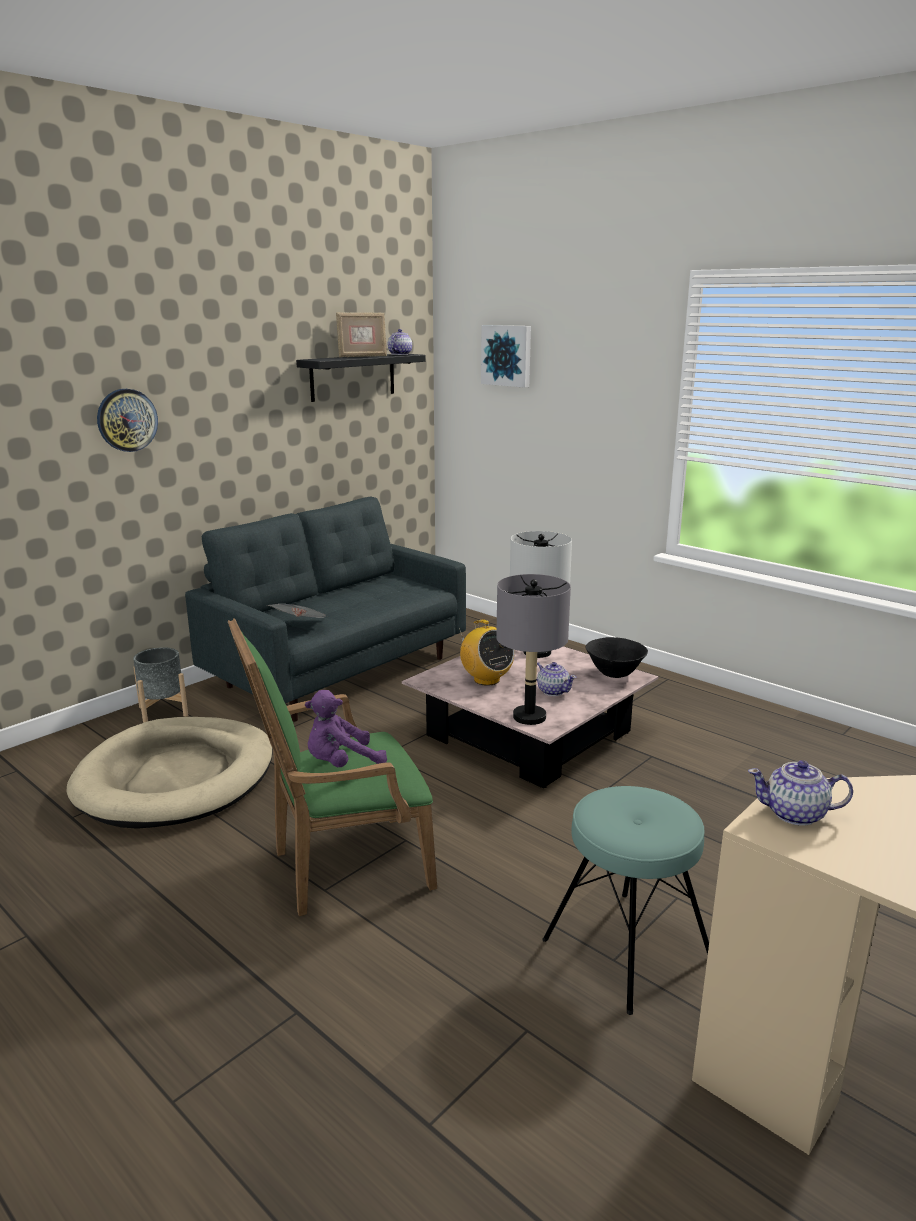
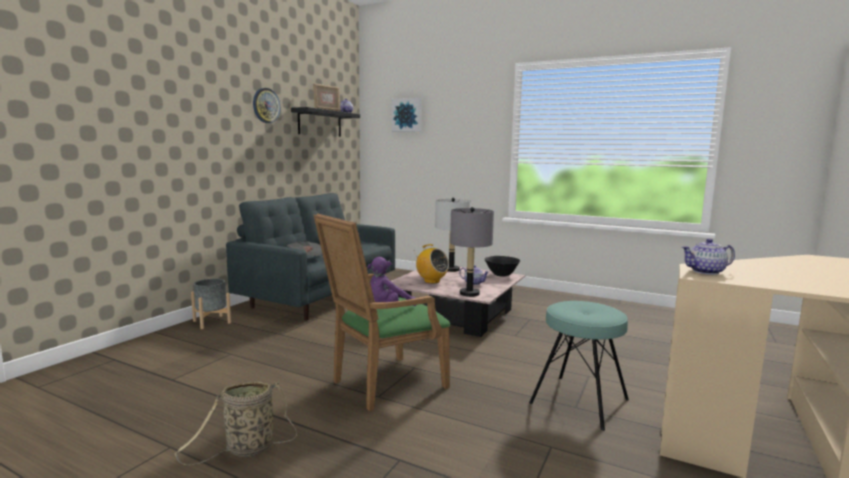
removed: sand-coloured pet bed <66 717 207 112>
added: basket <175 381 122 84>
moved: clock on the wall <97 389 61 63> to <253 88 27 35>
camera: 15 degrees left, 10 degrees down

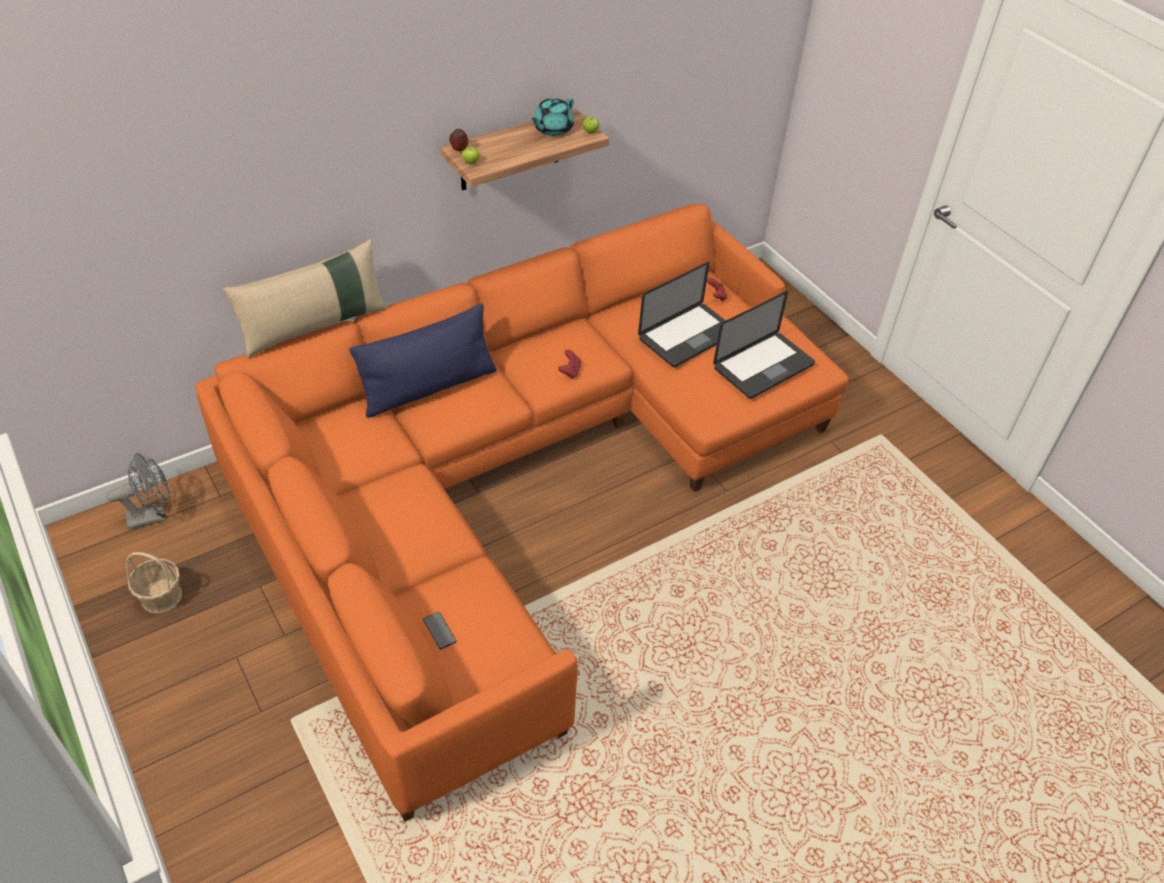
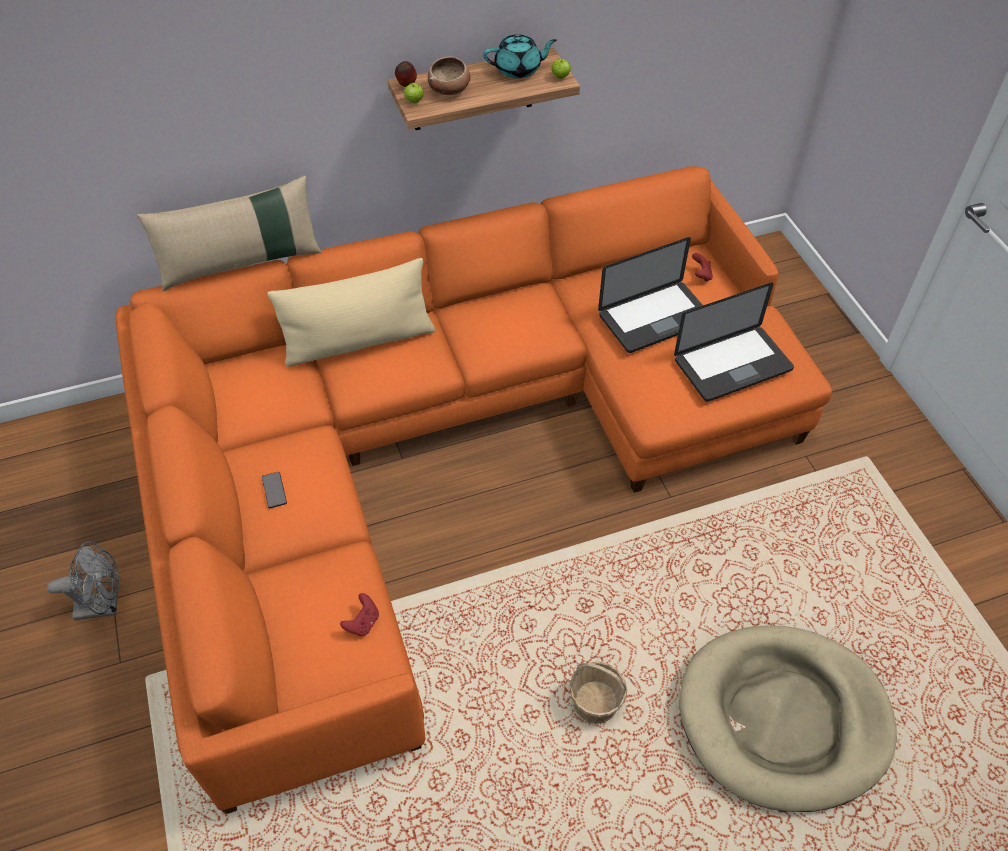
added: bowl <428 56 42 39>; sand-coloured pet bed <679 626 218 186>
moved: gray fan <106 453 63 77> to <47 541 72 79>; basket <126 552 56 61> to <569 661 58 63>; phone <423 612 34 37> to <262 472 25 36>; red game controller <558 350 23 28> to <340 593 39 43>
recoloured: bluish pillow <349 303 147 115> to sand-coloured pillow <267 258 168 109>
turned: blue-green tea pot <531 98 43 38> = <483 35 74 43> 150 degrees counterclockwise
camera: 15 degrees right, 5 degrees up

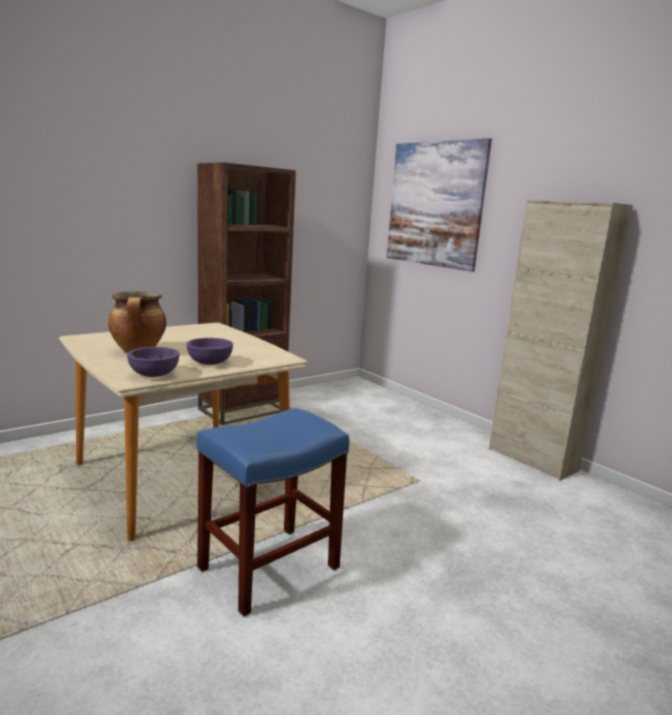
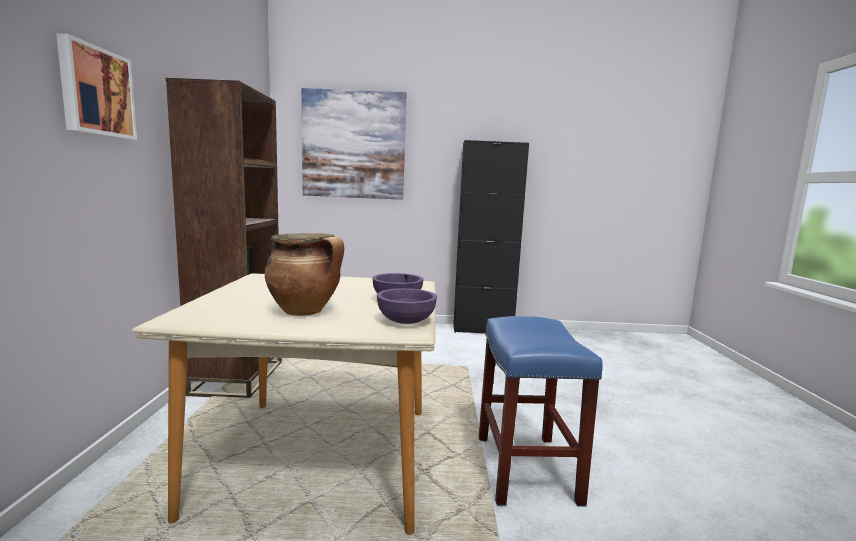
added: wall art <56 33 81 107>
recoloured: sand-coloured storage cabinet <489 199 144 282> to black storage cabinet <453 140 76 193>
camera: 50 degrees left, 5 degrees down

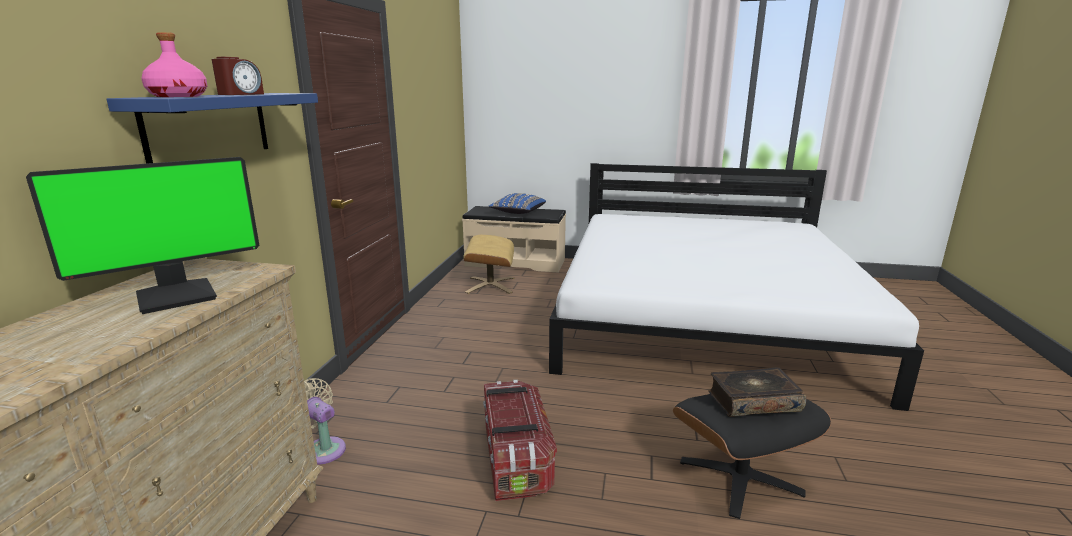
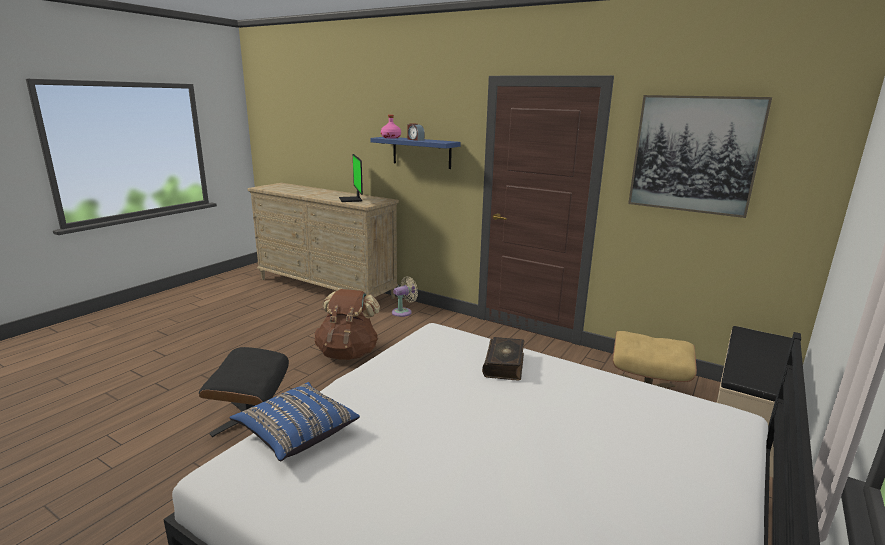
added: wall art <628 95 144 123>
moved: bluish pillow <489 193 57 21> to <229 382 131 80>; volume <708 367 98 50> to <482 337 42 44>
replaced: storage container <483 380 74 121> to brown knapsack <315 289 65 71>
camera: 110 degrees right, 0 degrees up

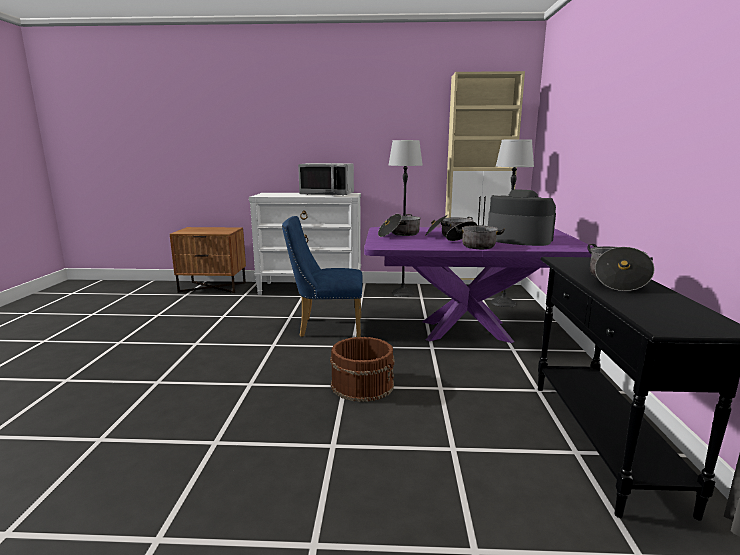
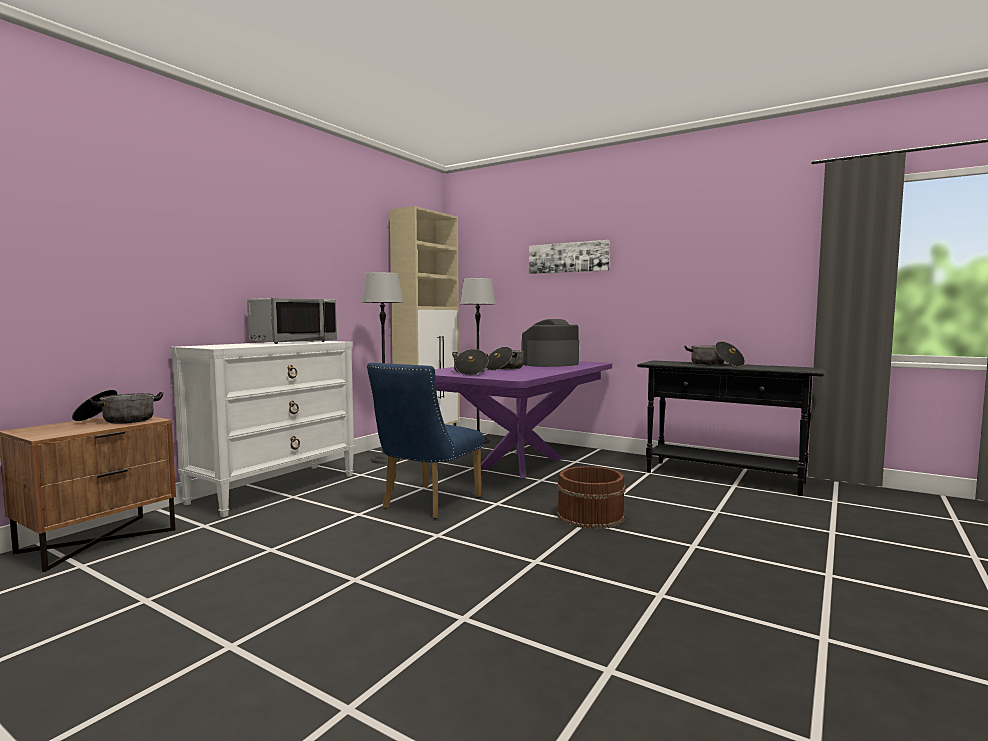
added: wall art <529 240 81 34>
moved: cooking pot <446 221 59 28> to <72 390 91 34>
camera: 60 degrees left, 10 degrees down

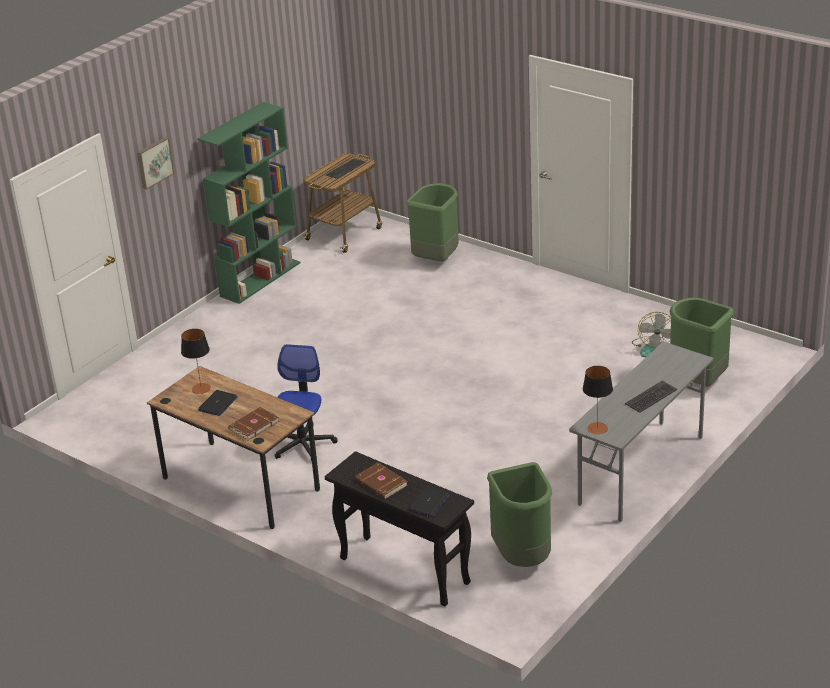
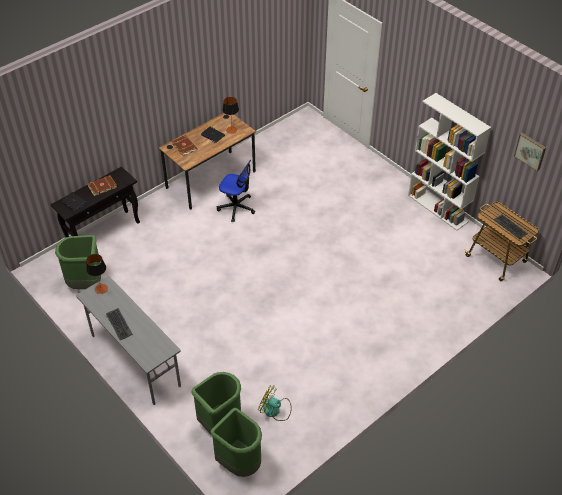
moved: wall art <137 137 37 53> to <514 133 32 38>; green-coloured waste bin <406 183 53 79> to <210 408 52 69>
recoloured: green-coloured shelving unit <197 102 103 202> to white shelving unit <408 93 83 138>
camera: 100 degrees right, 15 degrees up

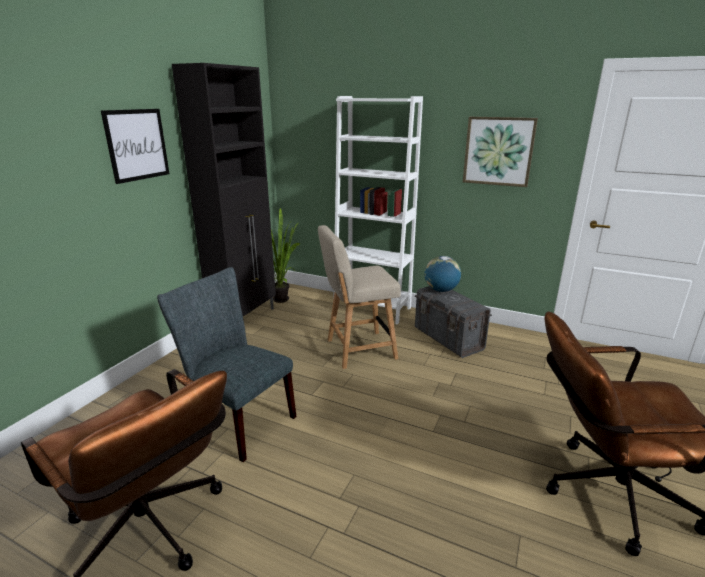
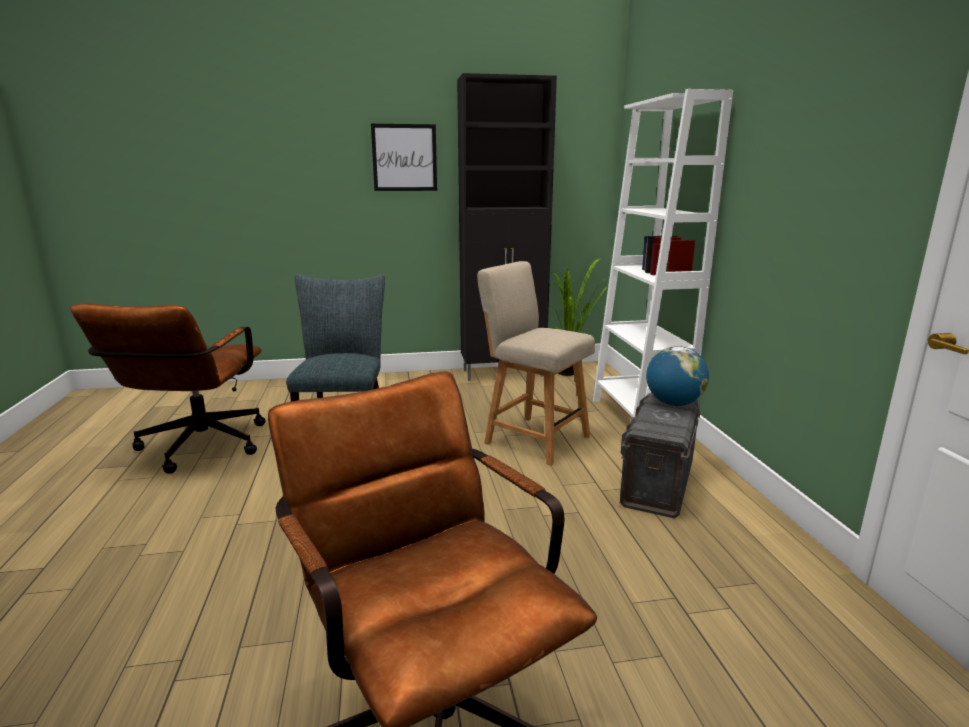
removed: wall art <463 117 75 70>
camera: 55 degrees right, 5 degrees down

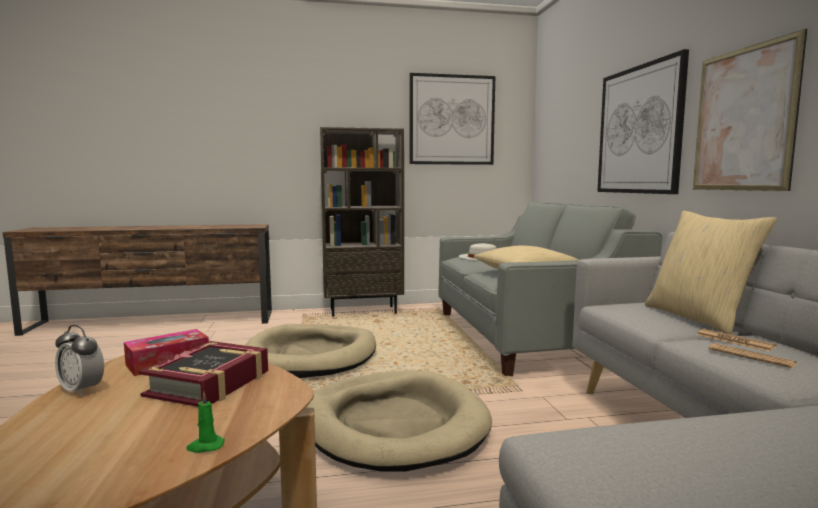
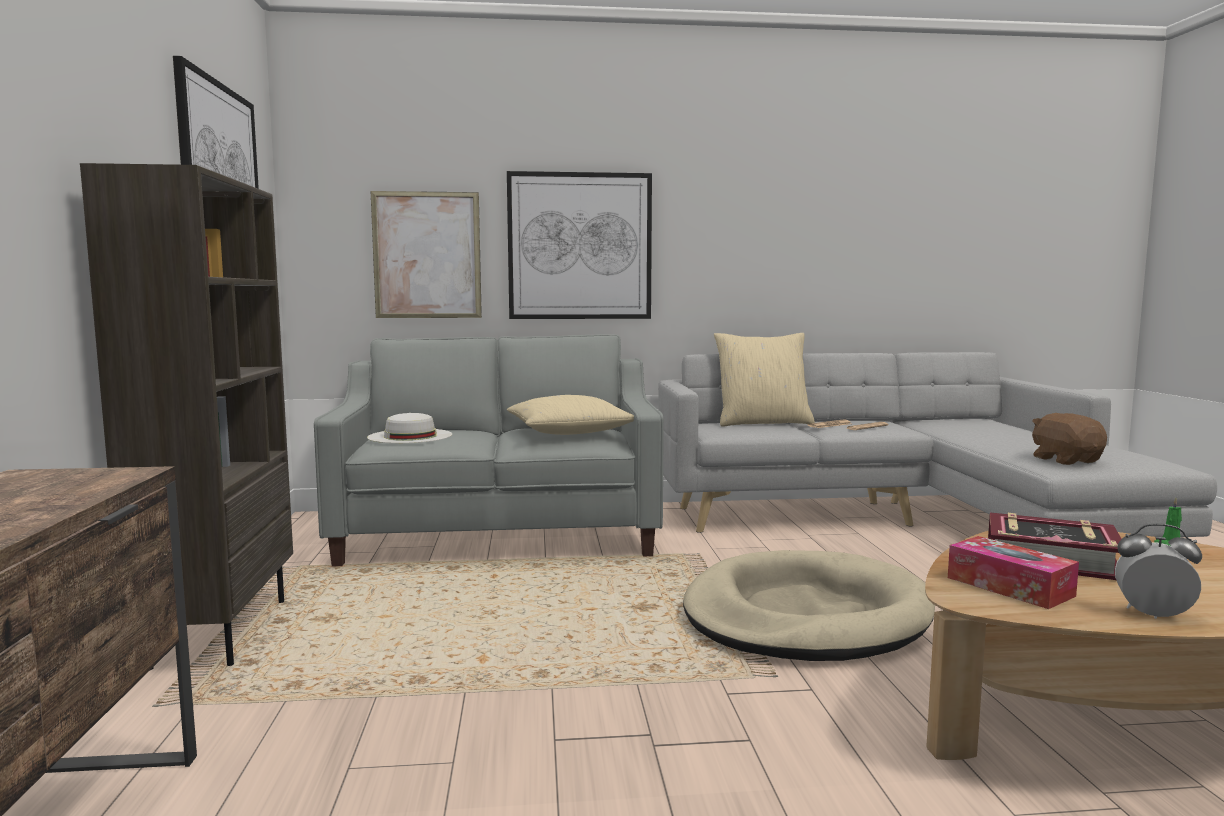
removed: sand-coloured pet bed <245 324 131 54>
added: brown plush toy <1032 413 75 52>
moved: wall art <693 29 114 162> to <371 191 111 127>
turned: bedside clock <55 325 49 71> = <1115 524 87 95> 105 degrees counterclockwise
camera: 85 degrees left, 0 degrees up

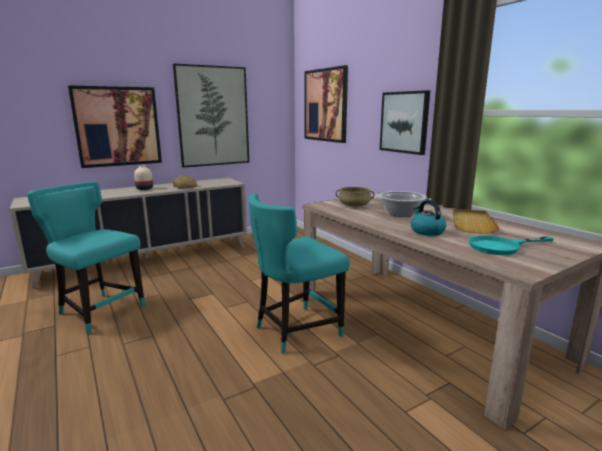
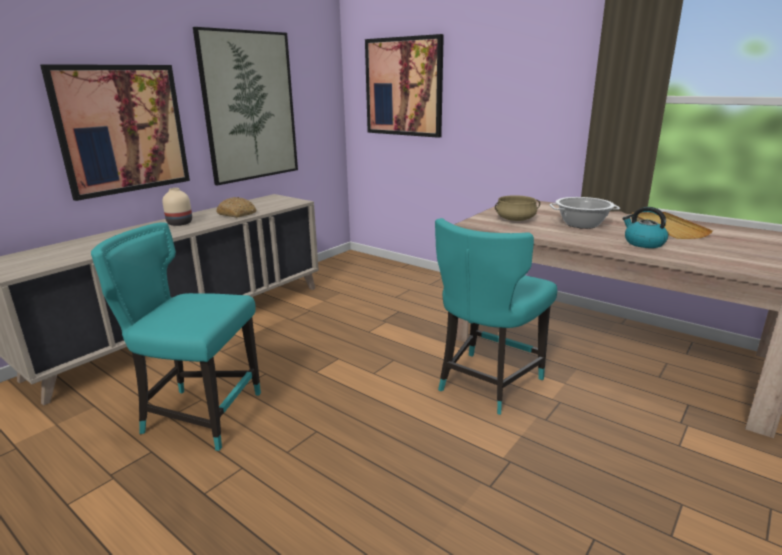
removed: wall art <380 90 50 65>; blue-green skillet <468 235 86 20>
camera: 20 degrees left, 5 degrees up

